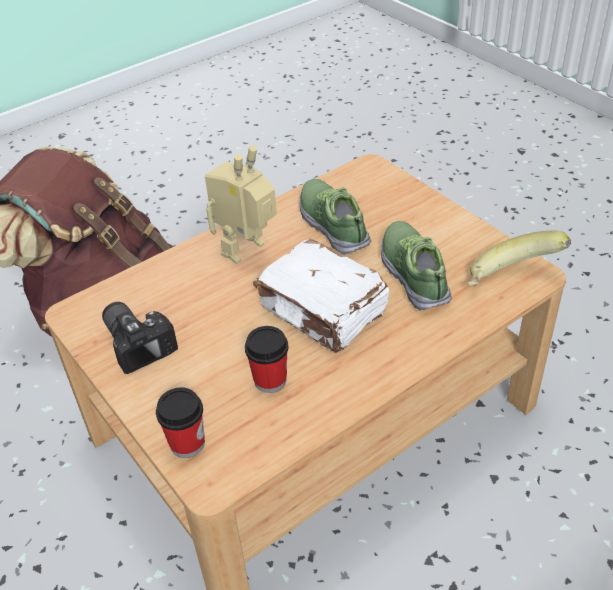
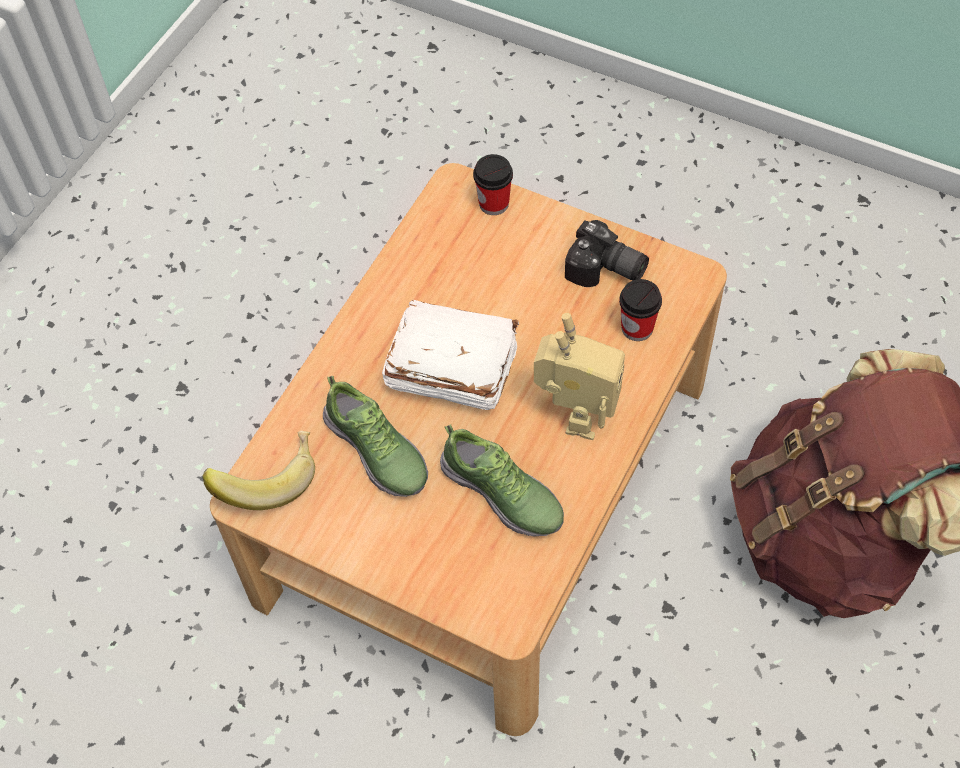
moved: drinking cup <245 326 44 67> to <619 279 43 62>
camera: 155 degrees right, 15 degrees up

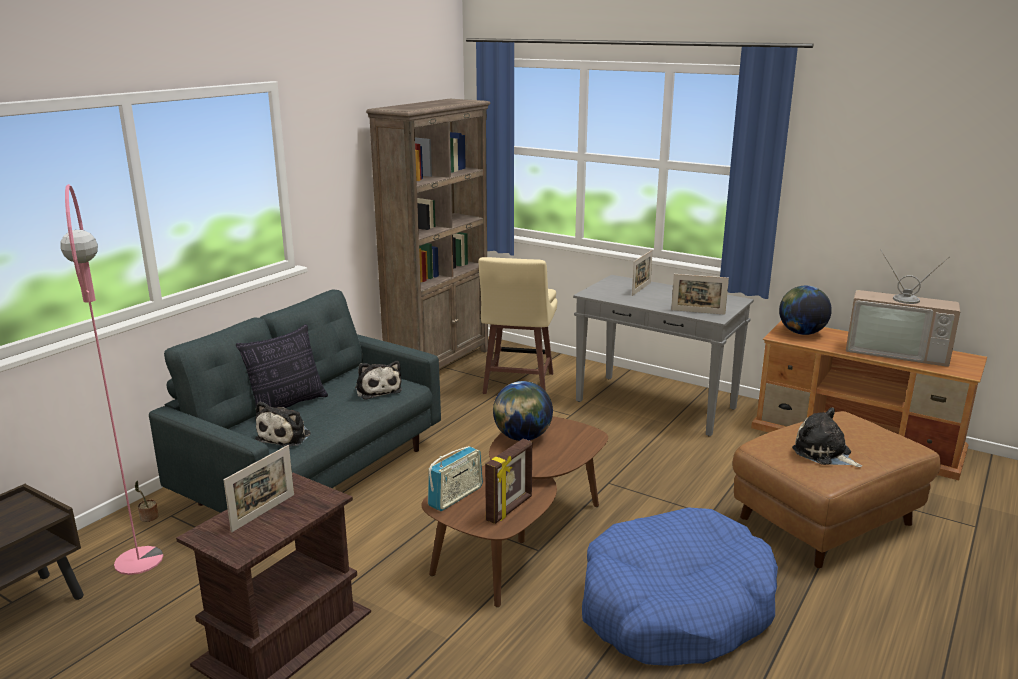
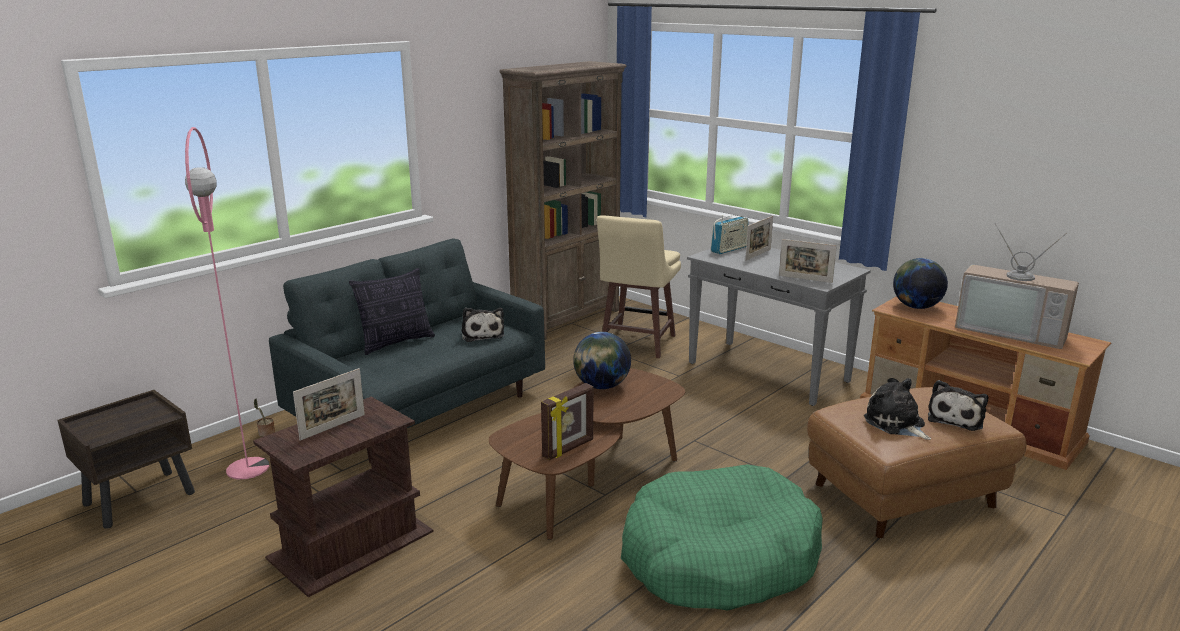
moved: plush toy <255 401 56 46> to <928 380 60 51>; radio <428 446 55 65> to <711 215 37 39>
recoloured: bluish pet bed <582 507 196 159> to green-coloured pet bed <621 464 202 146>
camera: 10 degrees right, 0 degrees up

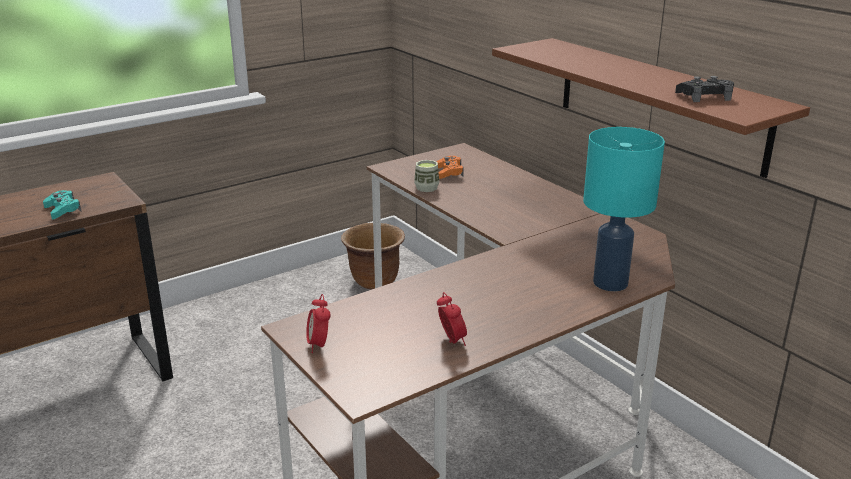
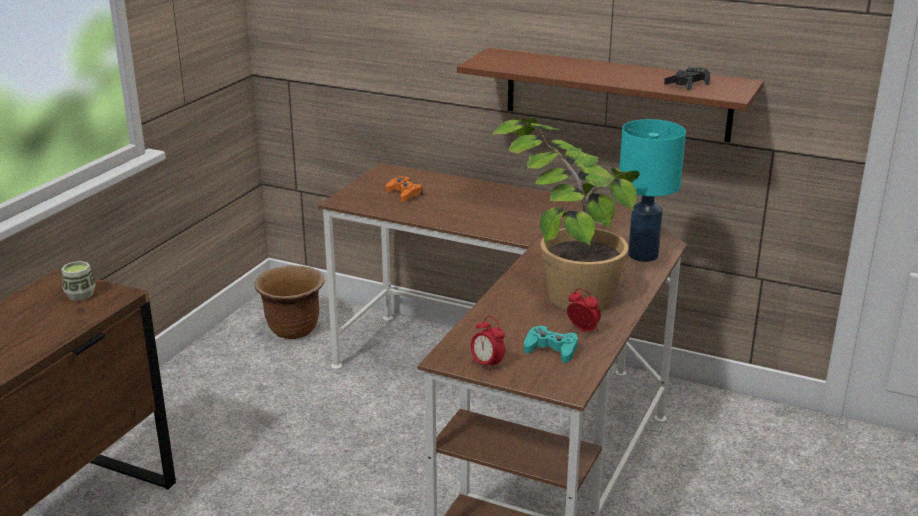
added: potted plant <489 117 151 194>
moved: blue-green game controller <43 190 39 30> to <524 325 54 38>; drinking cup <414 160 25 32> to <61 261 35 40>
camera: 30 degrees left, 0 degrees up

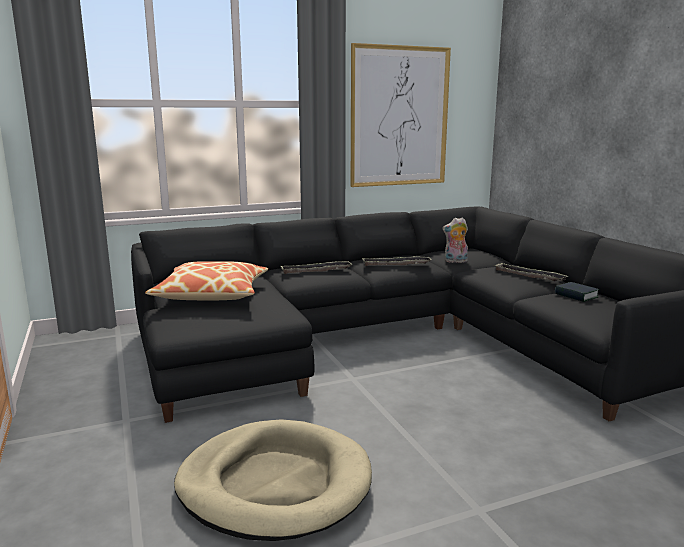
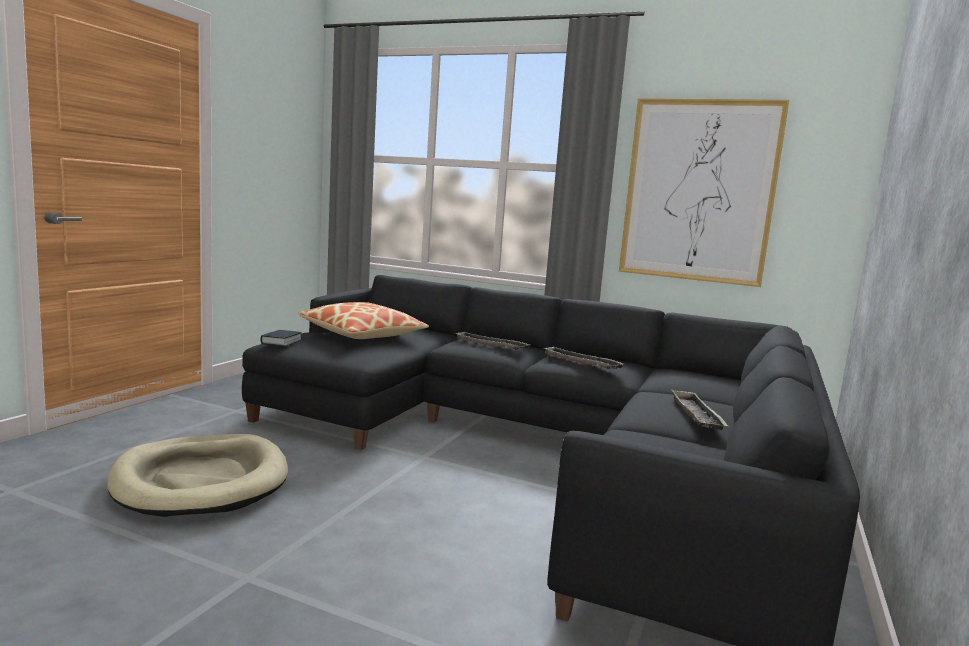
removed: plush toy <443 217 25 46>
moved: volume <555 282 44 20> to <261 330 41 16>
camera: 45 degrees right, 5 degrees down

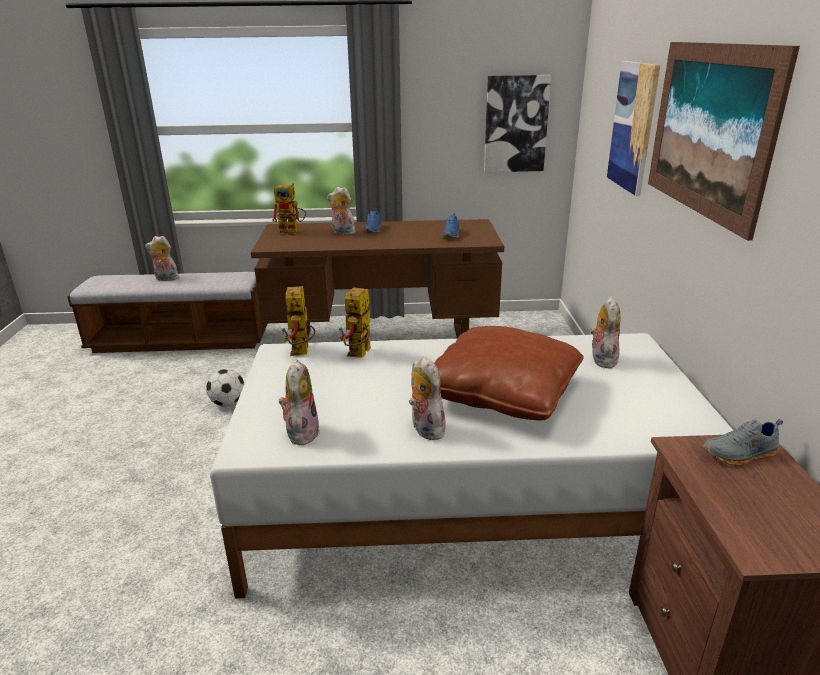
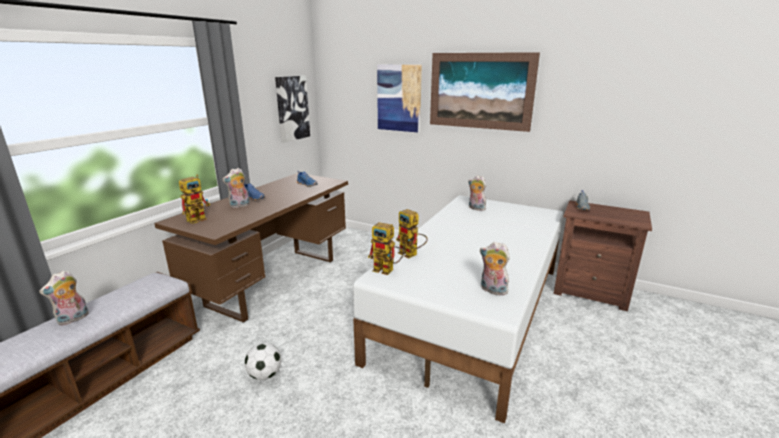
removed: plush toy <409 356 37 84>; brown pillow <435 326 149 94>
camera: 60 degrees left, 5 degrees down

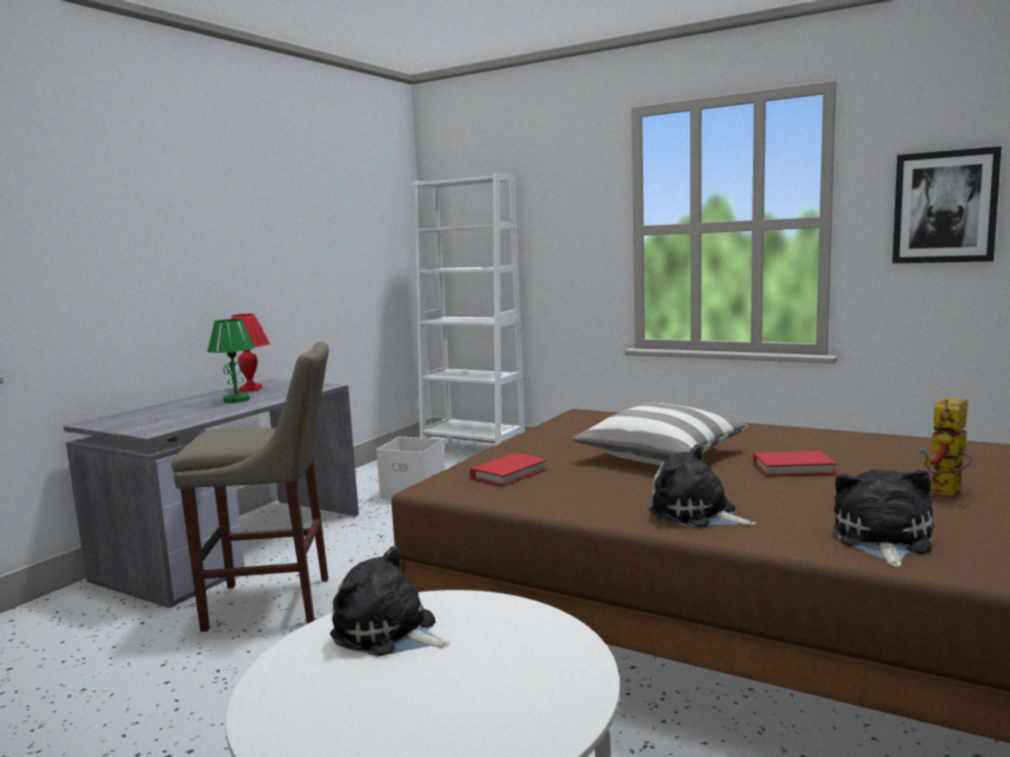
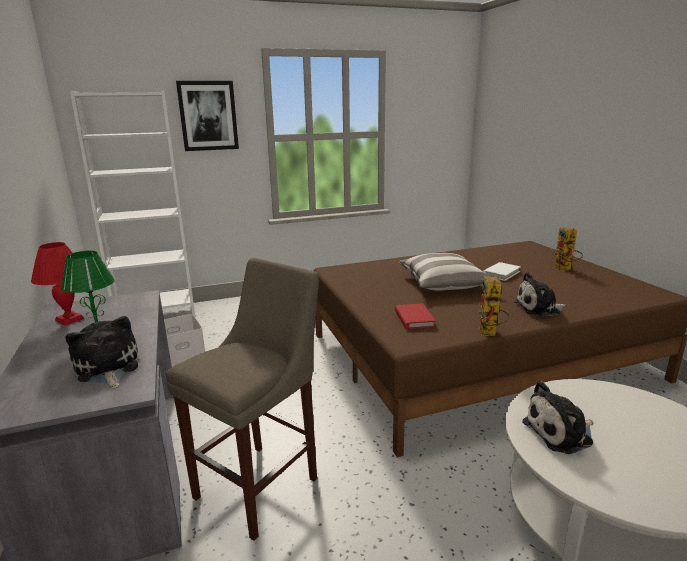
added: model robot <478 276 31 60>
moved: plush toy <834 469 99 98> to <66 316 73 72>; wall art <892 146 109 117> to <176 81 63 70>
recoloured: red volume <753 451 84 25> to white volume <483 262 38 19>
camera: 50 degrees left, 10 degrees up

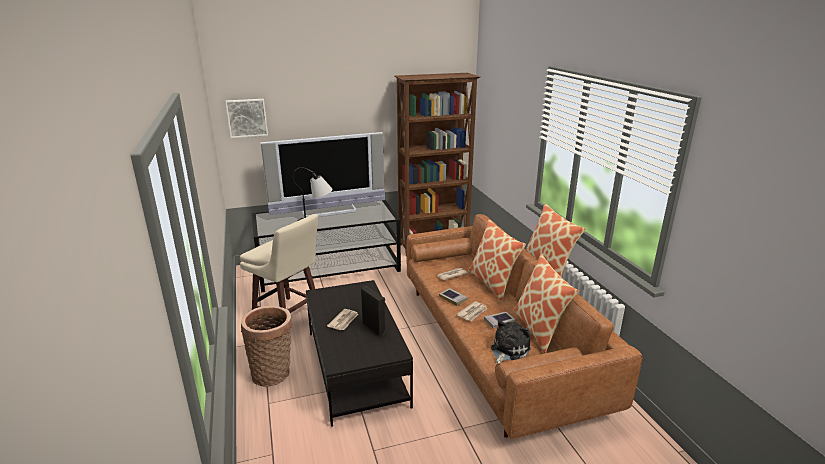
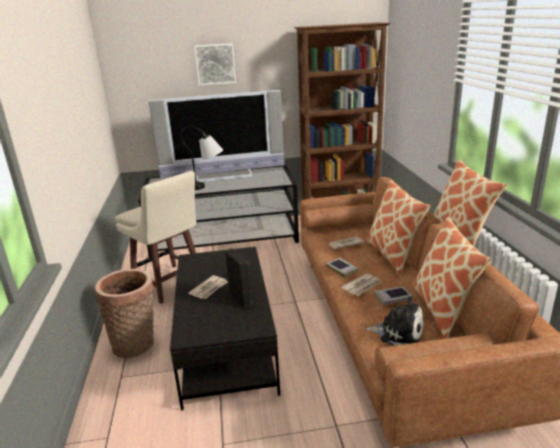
moved: wall art <225 99 43 39> to <194 43 42 43>
turned: plush toy <491 321 40 43> = <365 296 59 50> 60 degrees clockwise
camera: 10 degrees right, 0 degrees up

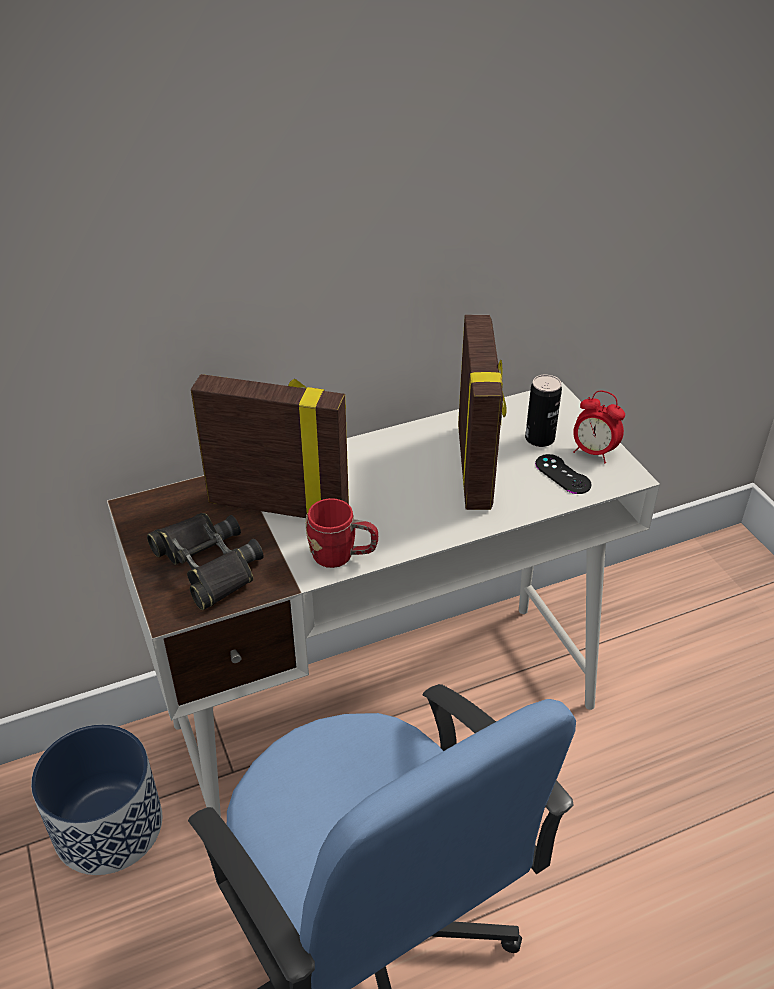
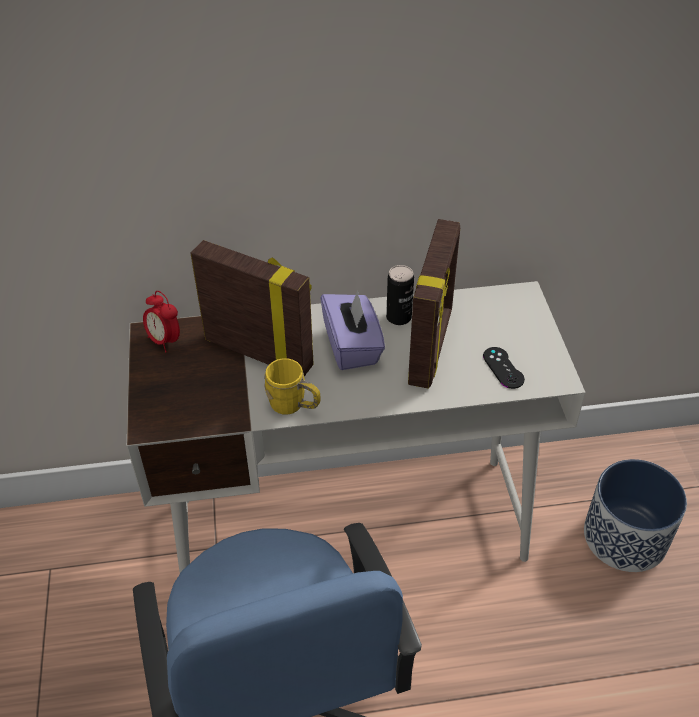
removed: black field glasses <147 513 117 97>
added: purple box of tissues <320 291 65 79>
moved: plant pot <31 725 132 150> to <584 459 103 113>; metal can <525 374 37 73> to <386 265 28 60>; bedside clock <573 391 52 73> to <143 291 37 62>
recoloured: red mug <305 498 73 70> to yellowish mug <264 358 56 57>
camera: 15 degrees right, 5 degrees up

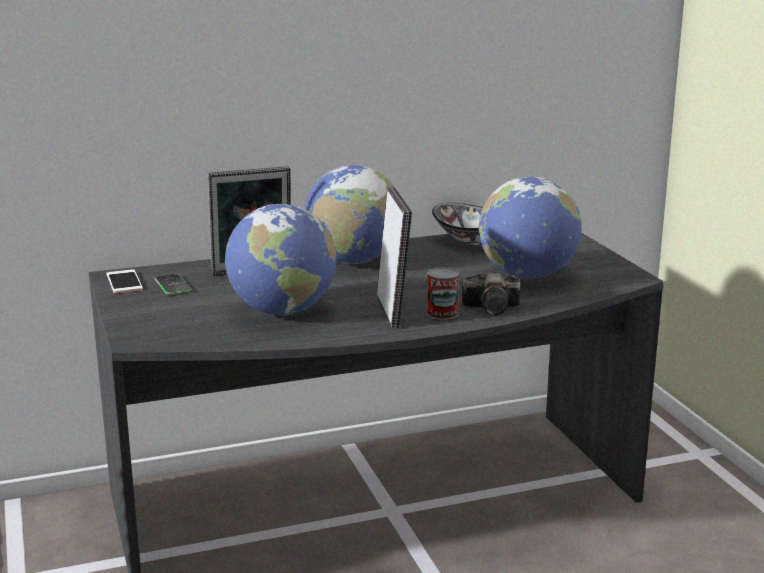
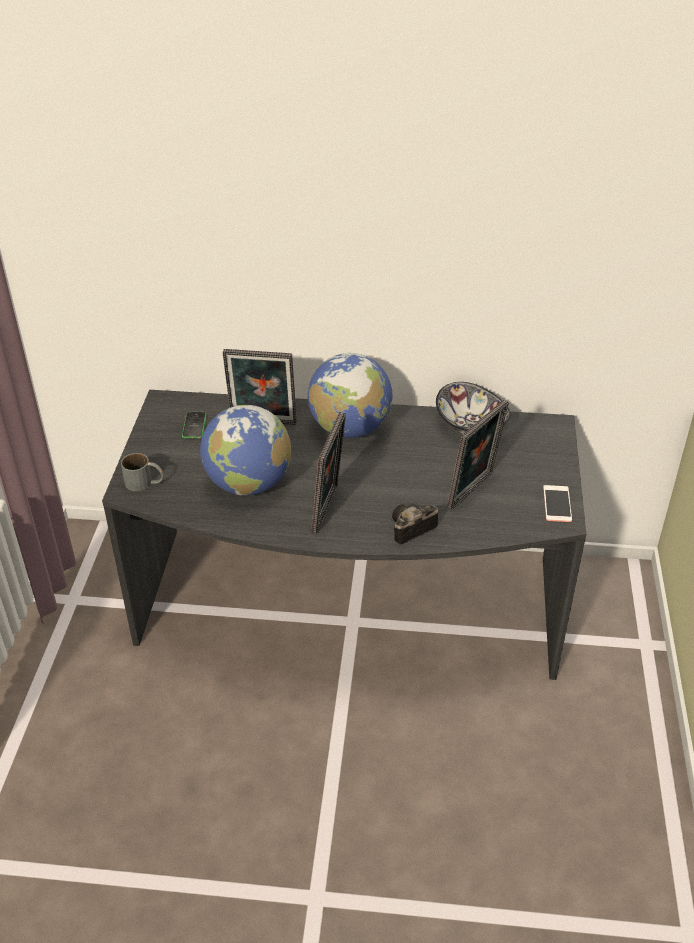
removed: metal can <427 267 33 53>
added: gray mug <121 453 43 38>
moved: phone <106 269 37 24> to <543 485 29 37>
replaced: world globe <479 177 103 102> to picture frame <447 400 62 110>
turned: still camera <462 271 58 45> = <392 504 46 41> 120 degrees clockwise
camera: 25 degrees right, 20 degrees up

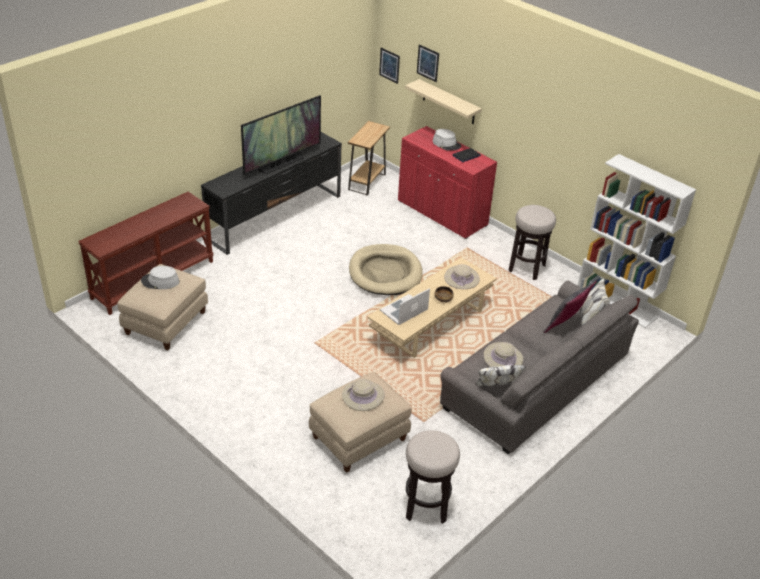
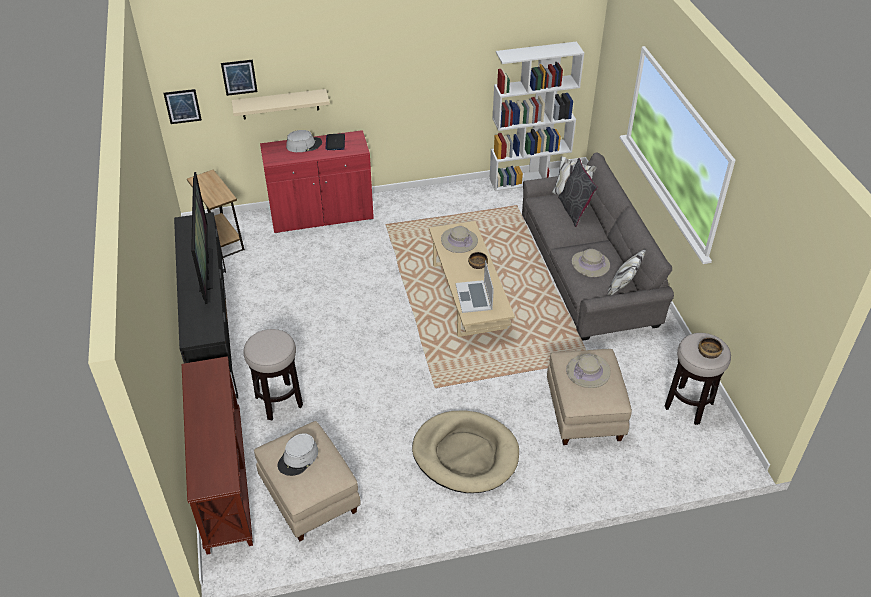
added: bowl <698 338 24 21>
moved: sand-coloured pet bed <349 244 74 51> to <412 410 107 83>; sitting stool <509 205 47 75> to <244 329 59 91>
camera: 55 degrees left, 5 degrees up

